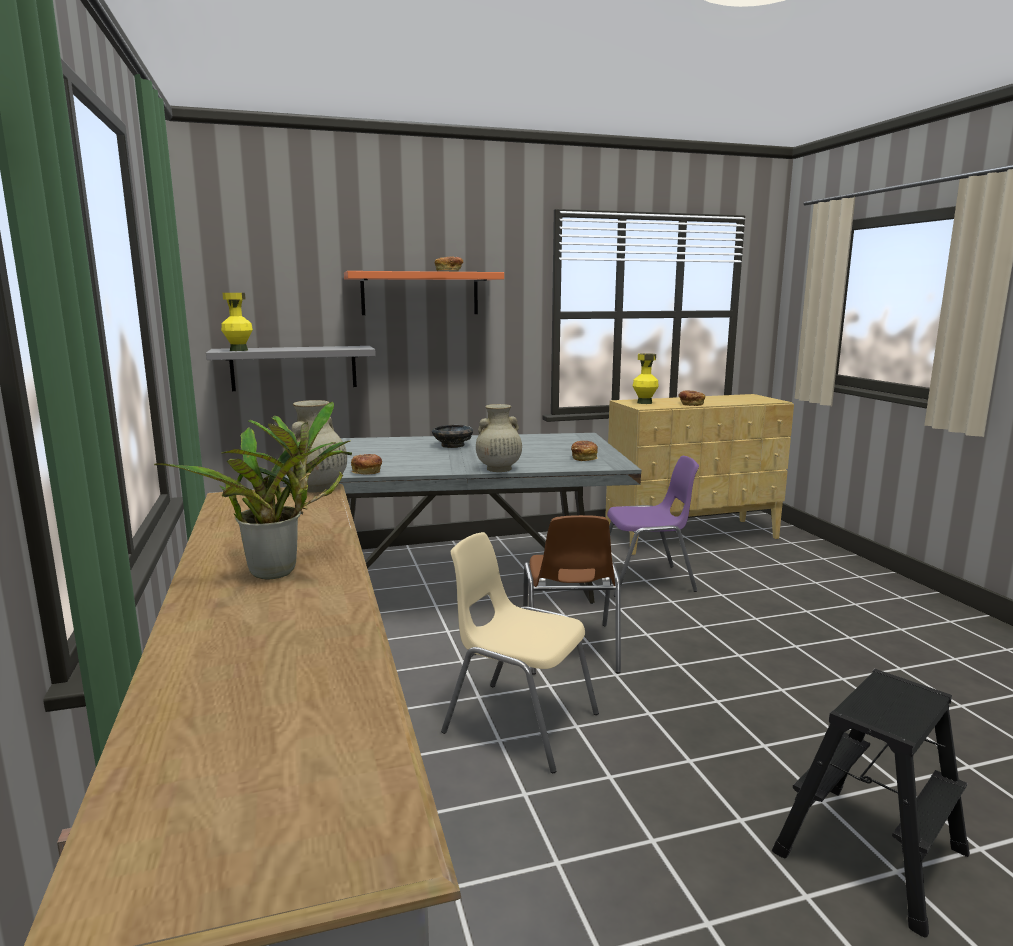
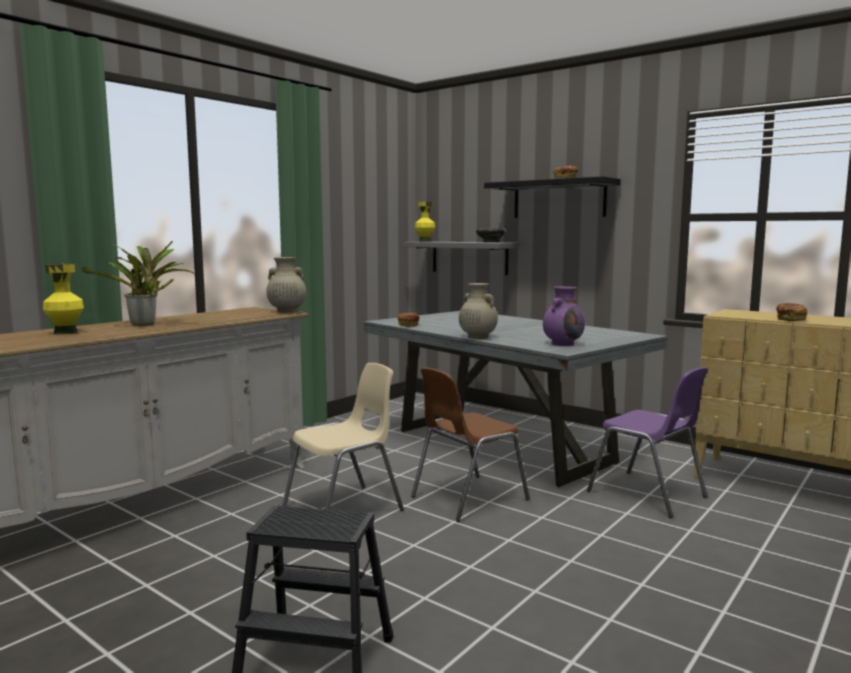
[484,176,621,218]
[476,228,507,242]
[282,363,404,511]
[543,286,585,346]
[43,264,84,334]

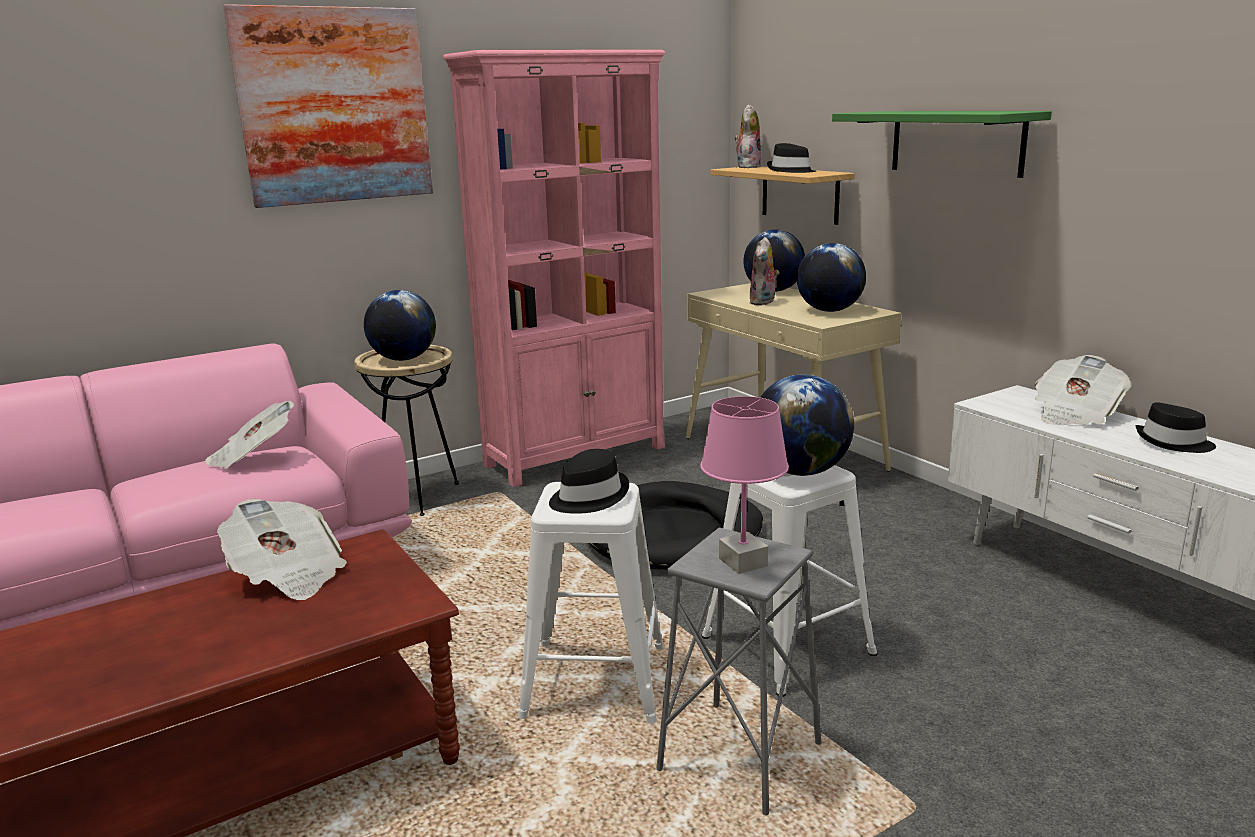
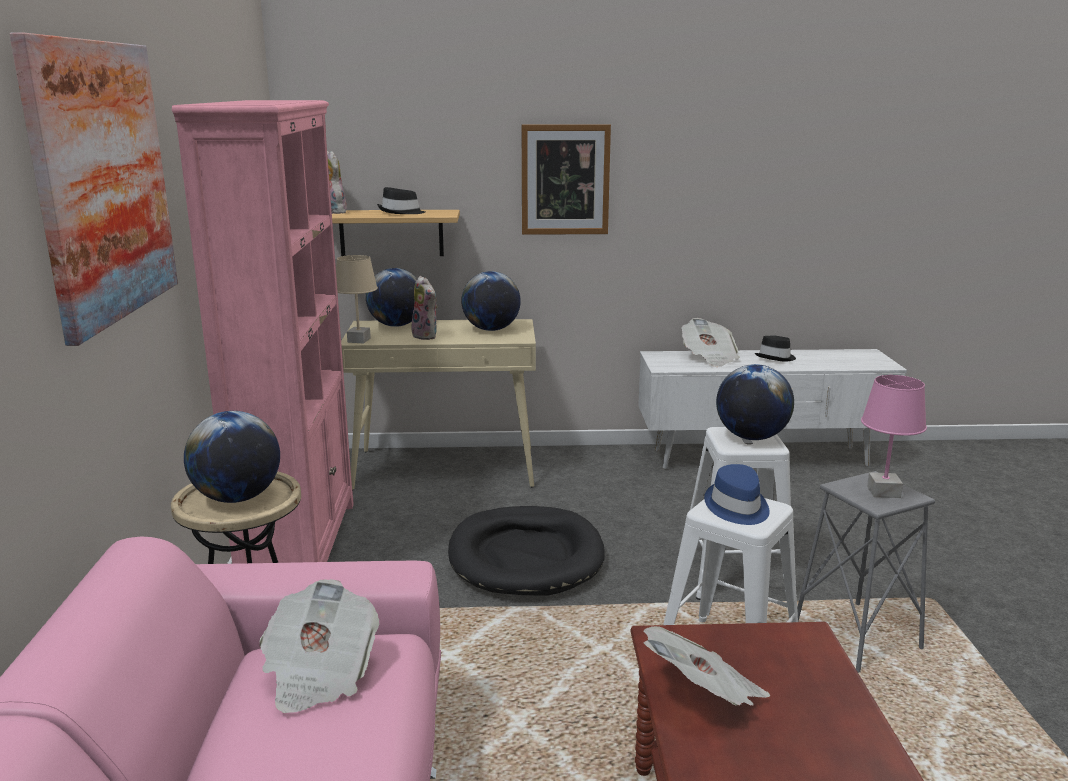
[704,464,770,525]
[522,124,611,235]
[336,255,378,343]

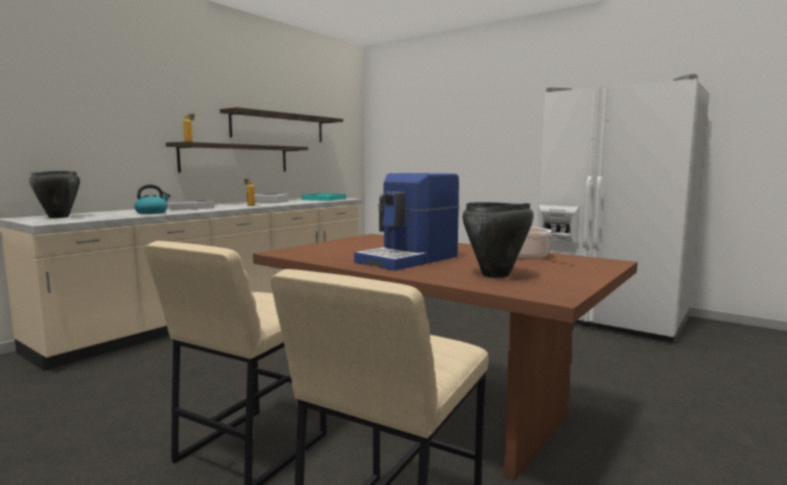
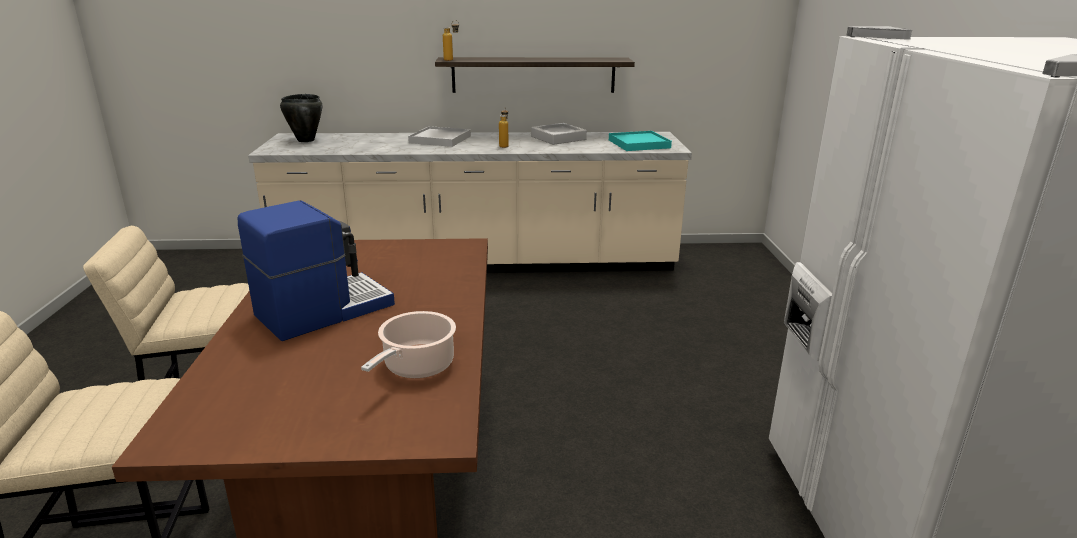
[134,184,171,214] (first image)
[220,107,343,142] (first image)
[238,200,395,341]
[462,202,534,278] (first image)

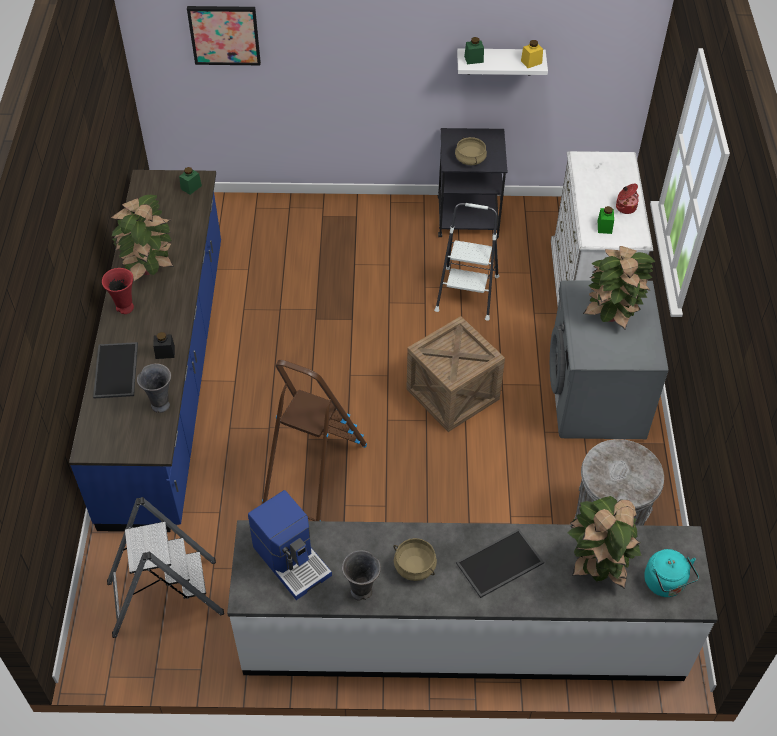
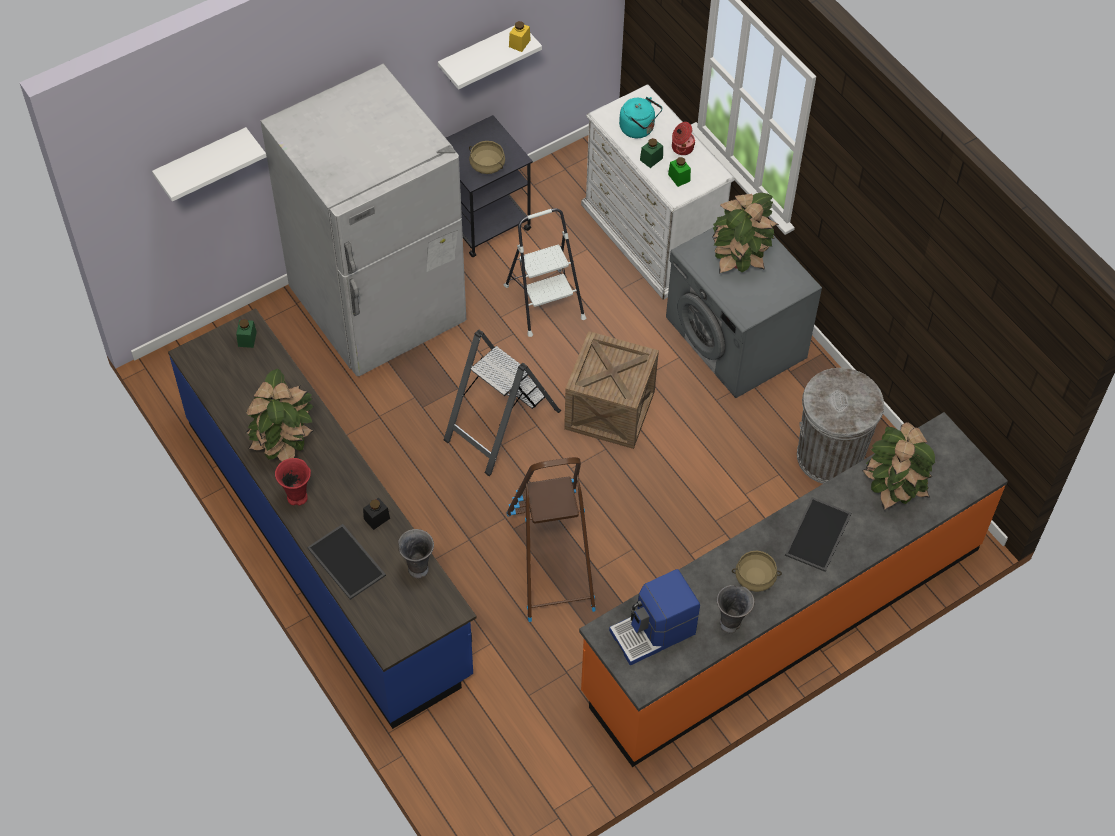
[443,330,561,476]
[152,127,266,202]
[579,412,1008,767]
[609,569,700,666]
[640,138,663,168]
[619,97,662,138]
[261,63,466,376]

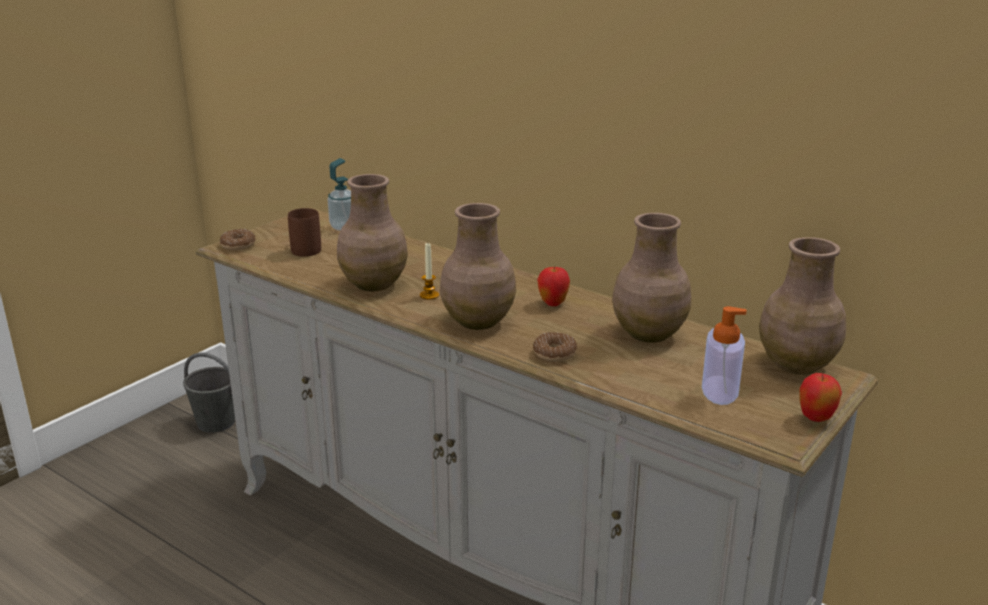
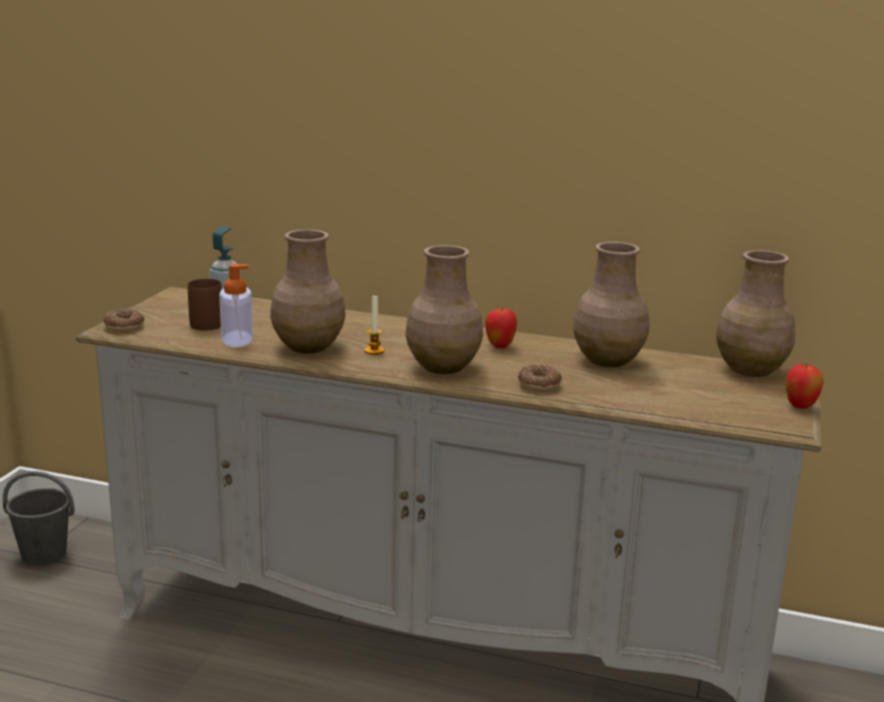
[219,264,253,347]

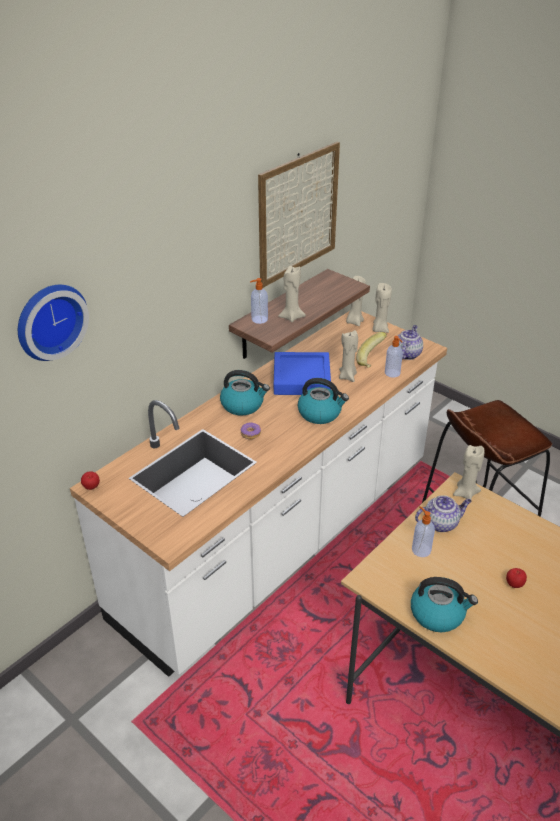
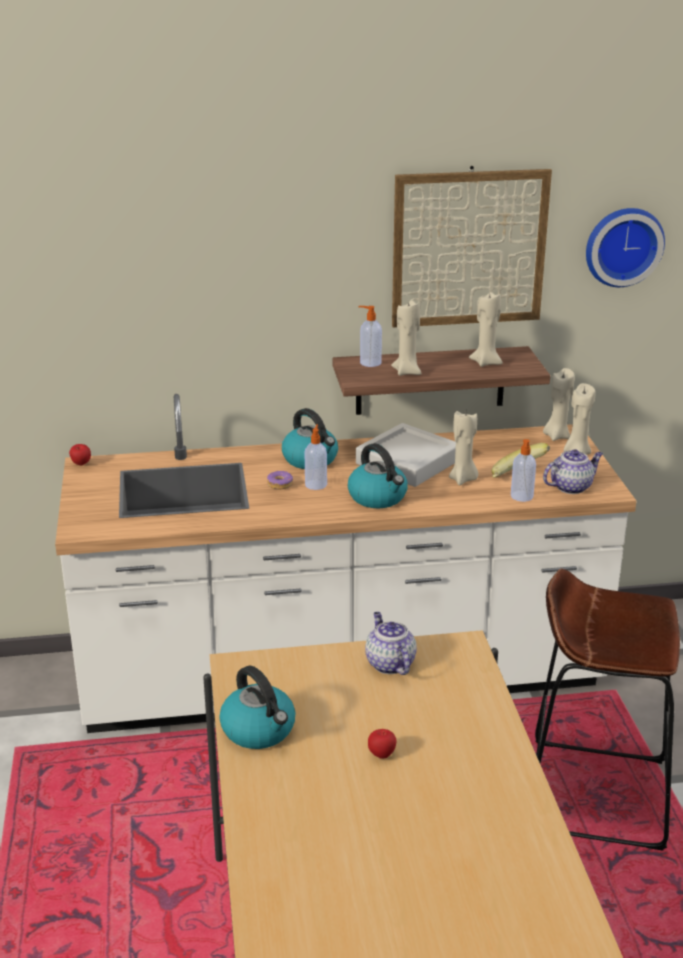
[586,208,665,287]
[356,423,456,487]
[305,424,327,490]
[365,612,417,675]
[469,292,503,367]

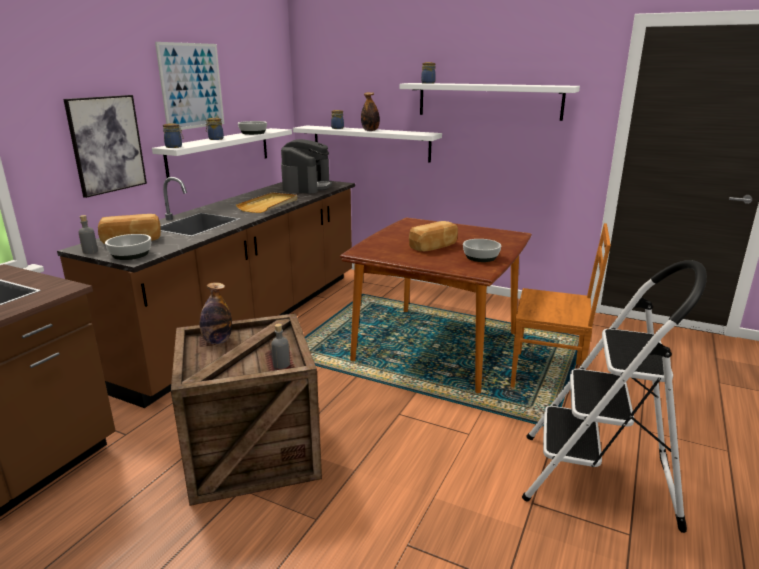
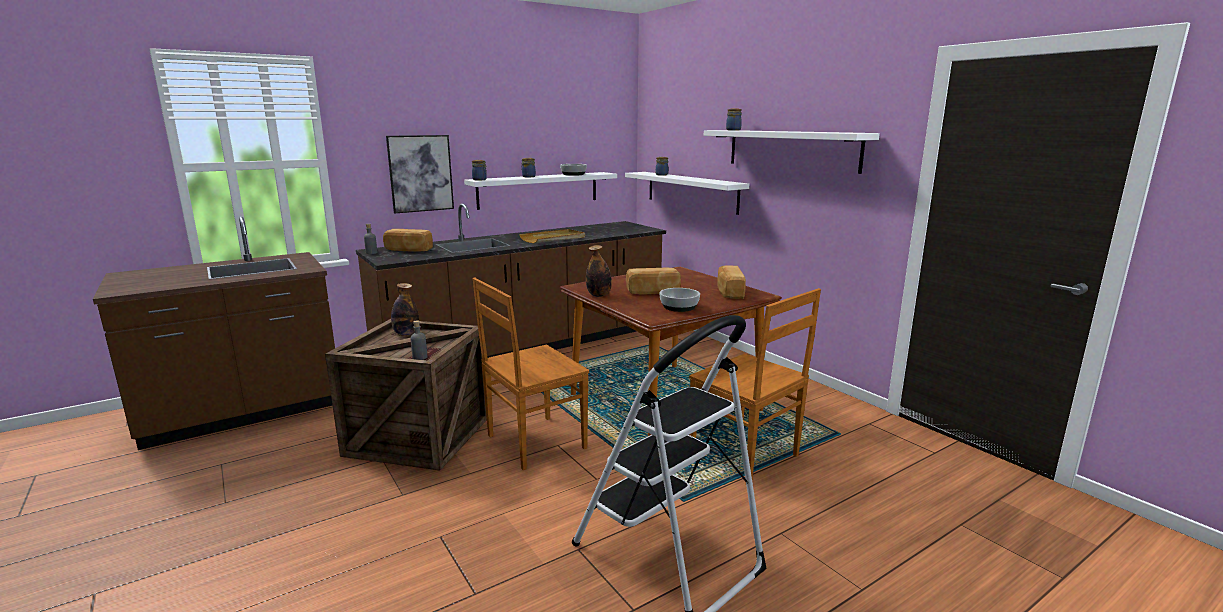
[105,234,151,260] (first image)
[155,42,224,130] (first image)
[281,139,332,193] (first image)
[586,245,612,297]
[472,278,589,470]
[718,265,746,299]

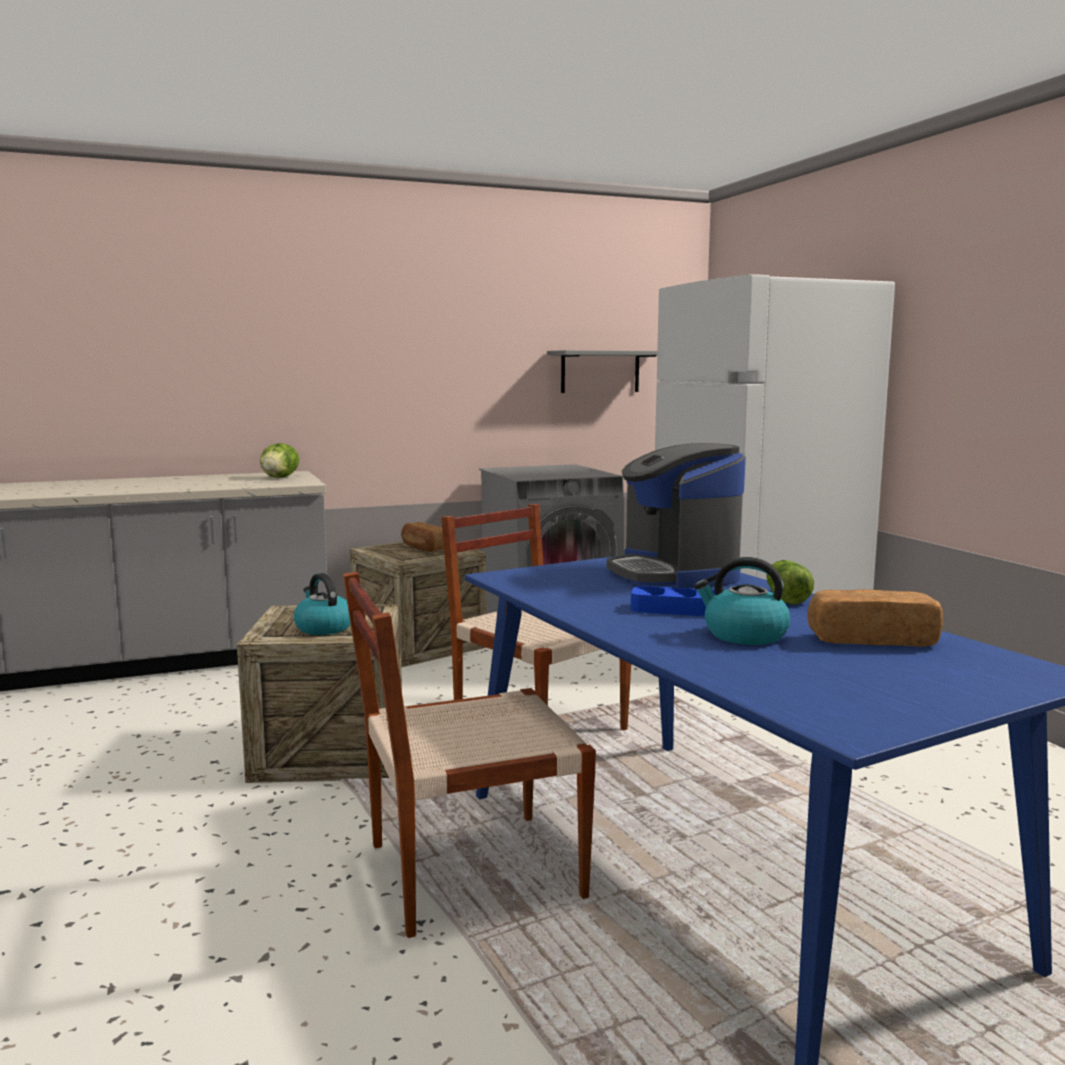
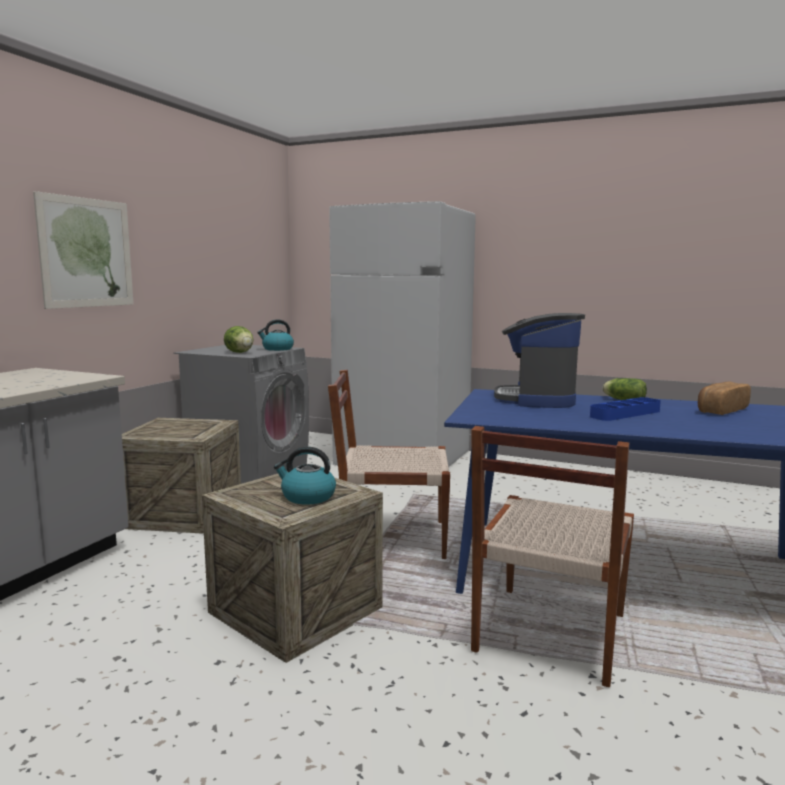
[224,326,254,353]
[401,522,444,552] (first image)
[547,350,657,393] (first image)
[494,313,585,408]
[257,319,294,351]
[33,191,134,309]

